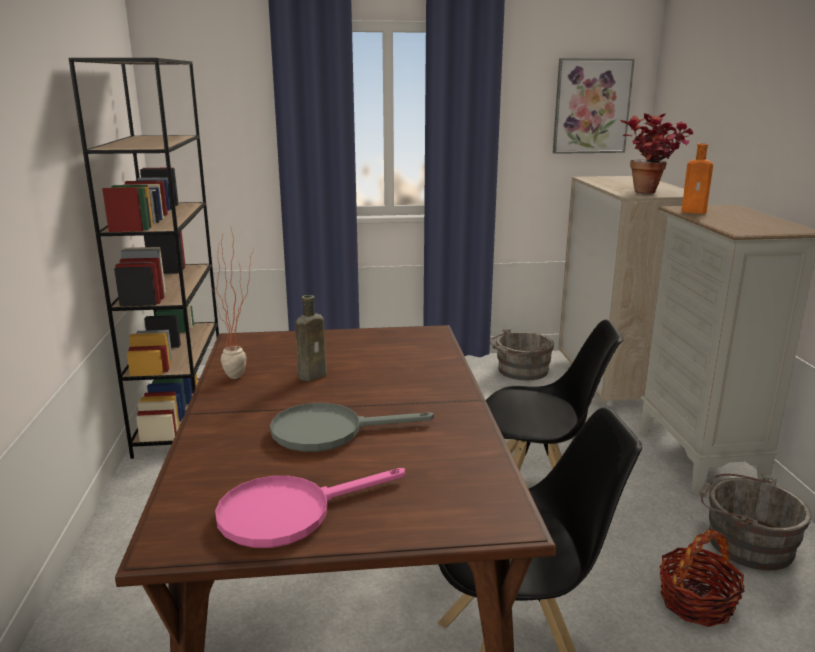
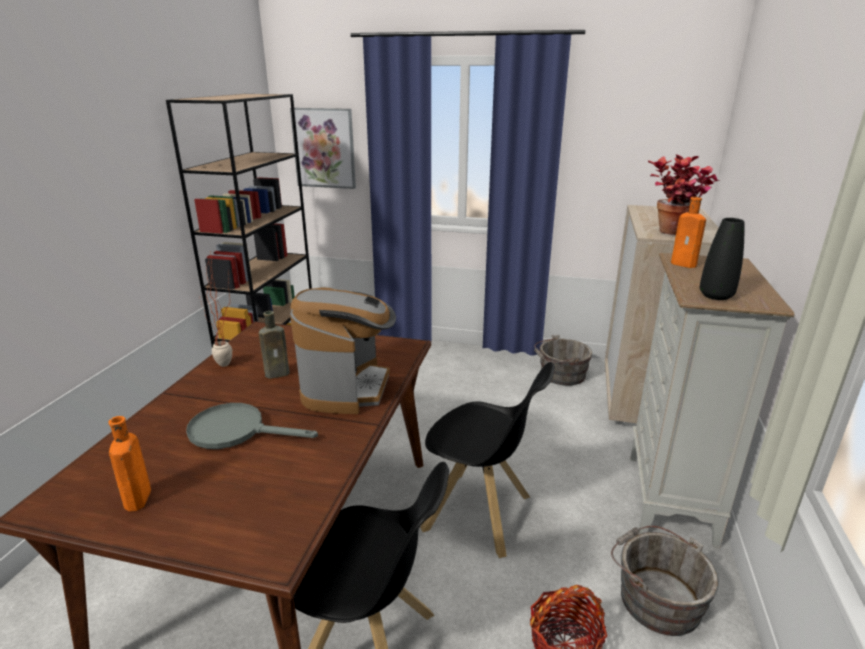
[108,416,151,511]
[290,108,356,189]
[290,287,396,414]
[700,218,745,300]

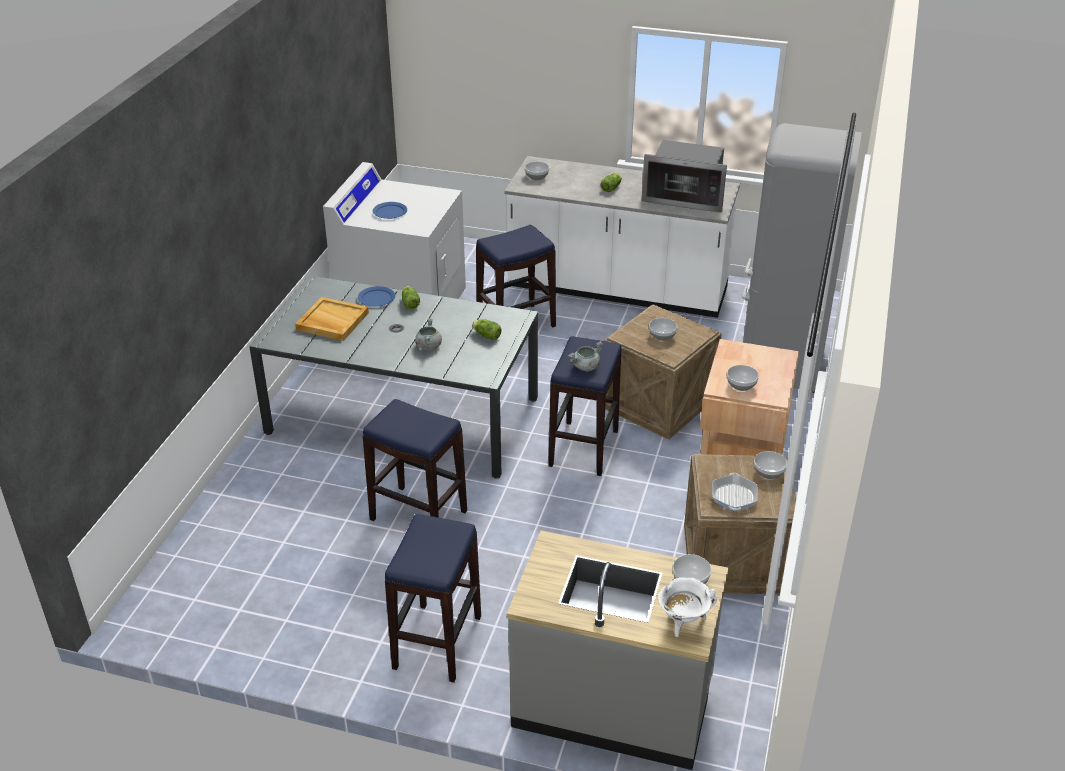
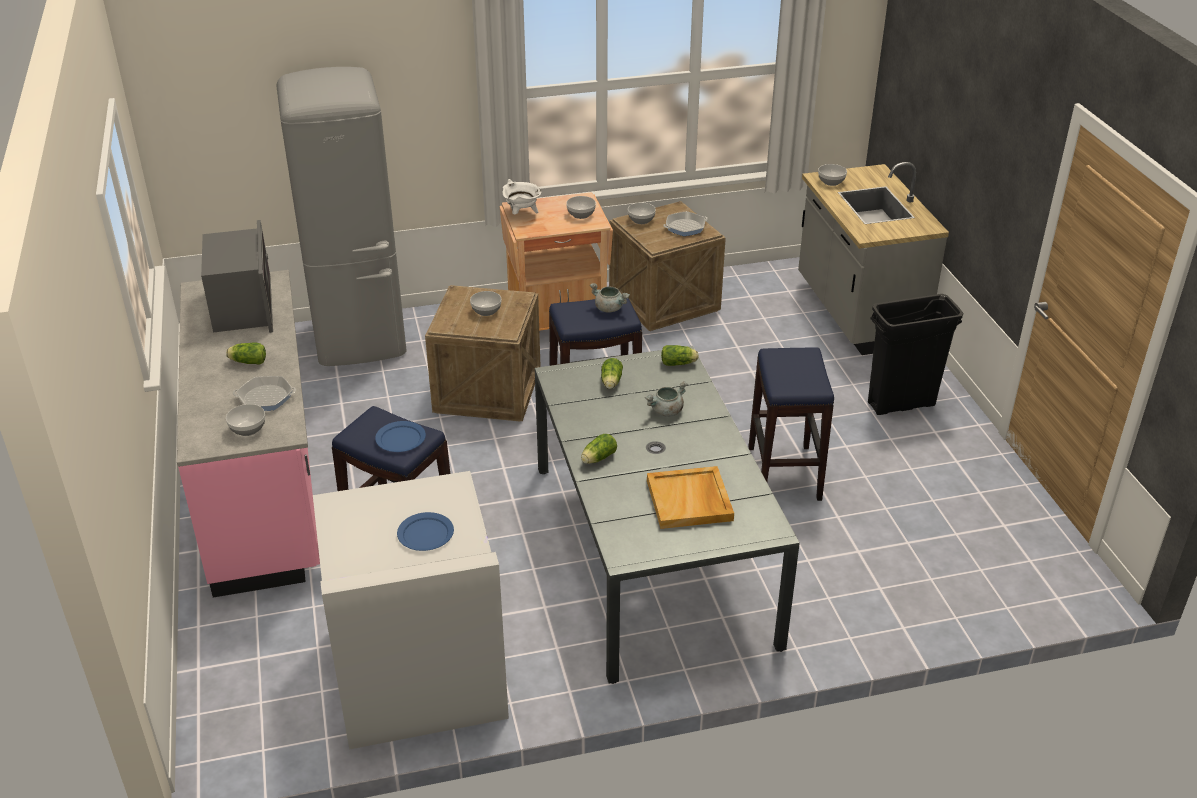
[375,421,426,452]
[868,294,963,415]
[177,270,320,598]
[503,179,542,214]
[233,376,296,411]
[661,345,699,366]

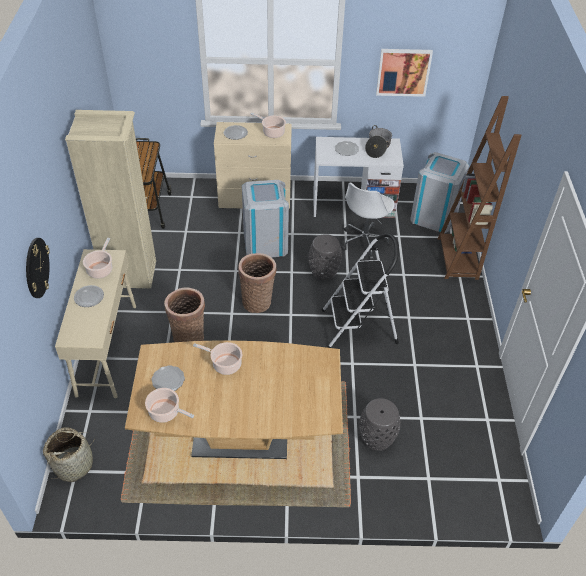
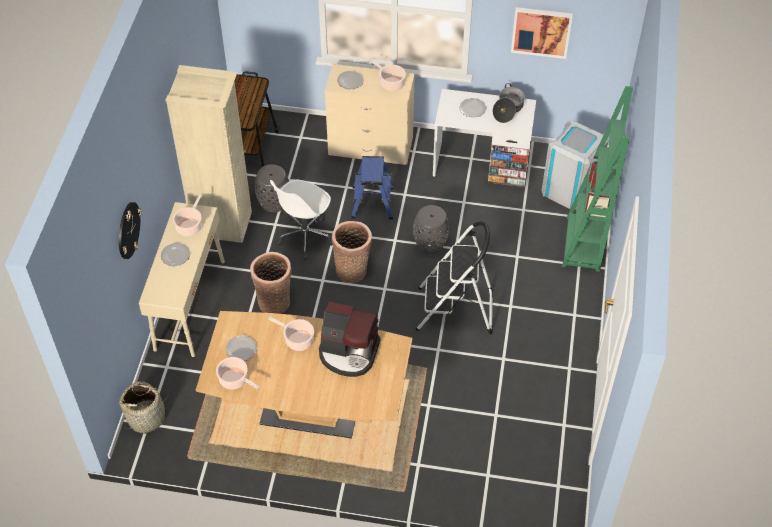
[351,156,395,220]
[270,180,333,260]
[255,164,289,212]
[561,86,633,272]
[319,302,380,377]

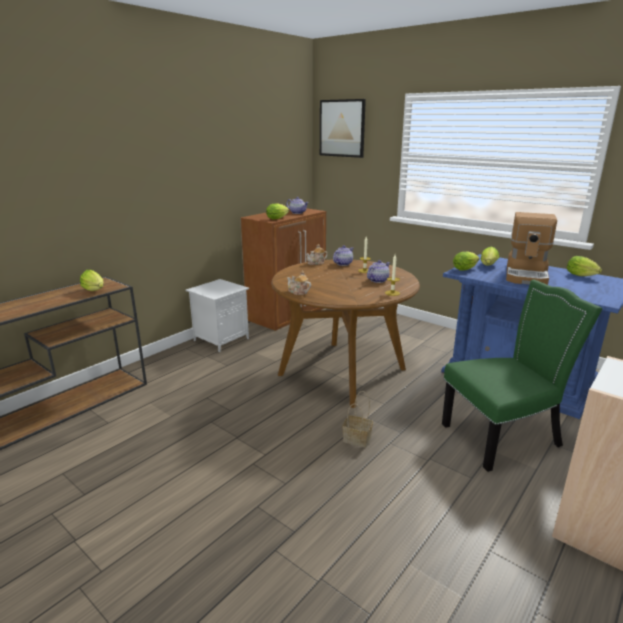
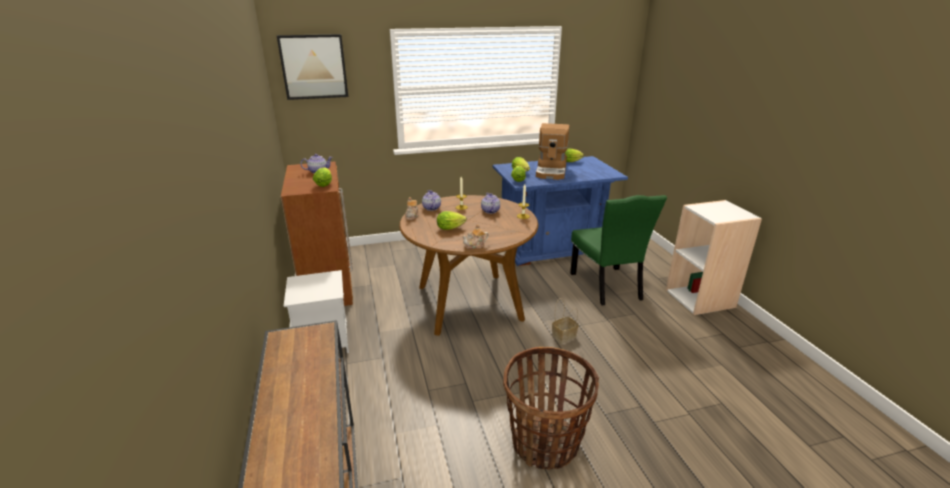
[437,211,467,230]
[570,195,667,306]
[536,123,570,180]
[503,347,599,469]

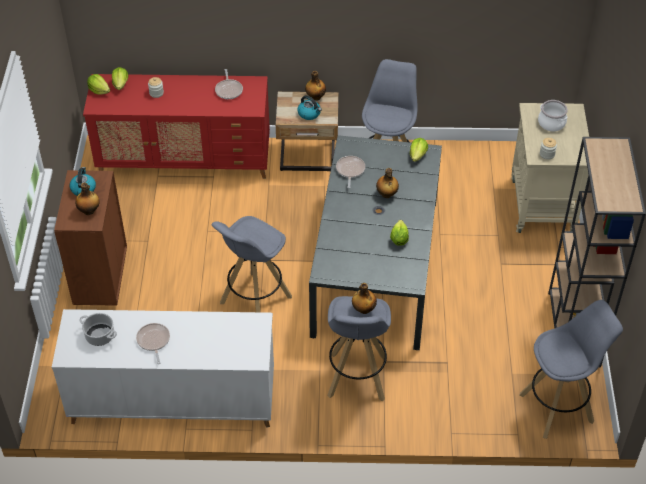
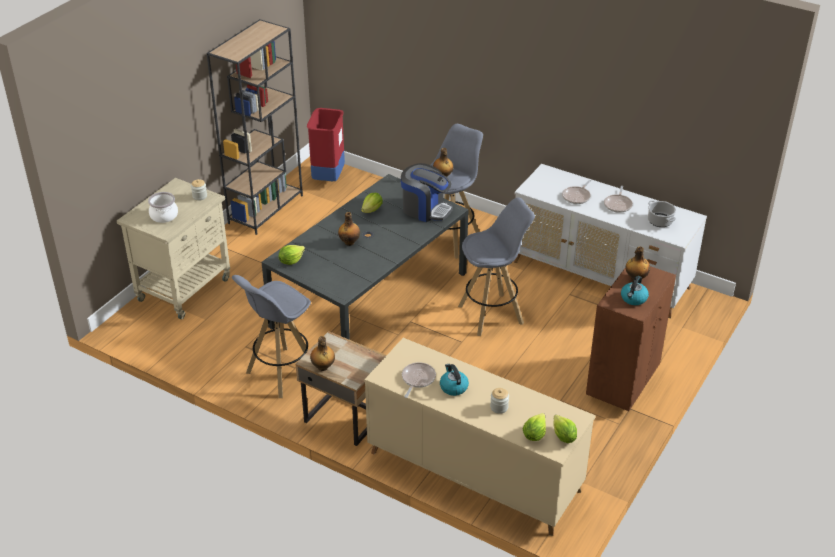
[364,338,596,536]
[440,364,469,396]
[562,180,591,204]
[307,108,345,181]
[401,163,453,222]

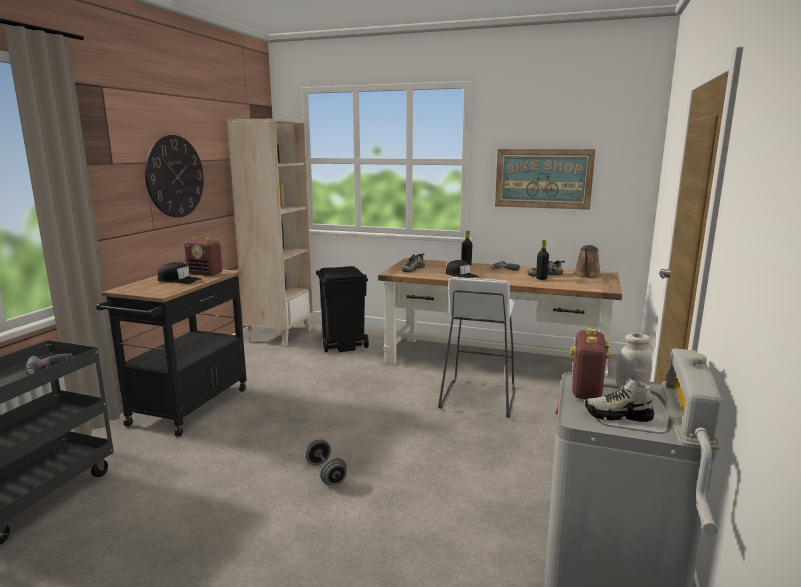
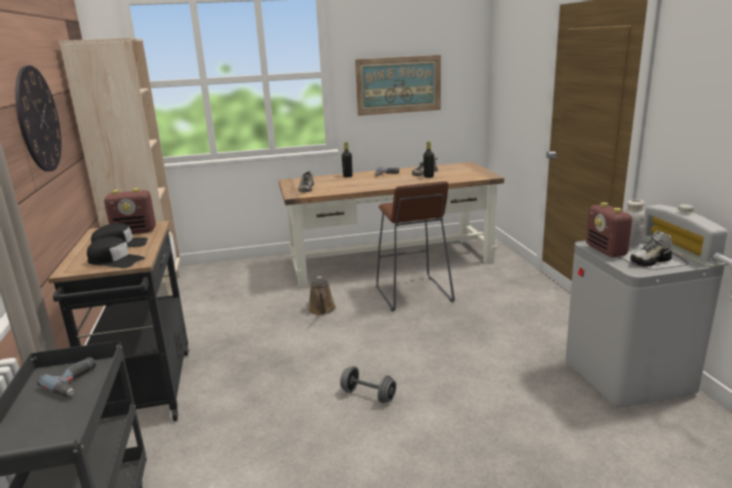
[316,266,369,352] (first image)
[376,181,455,311]
[87,237,145,268]
[308,276,336,315]

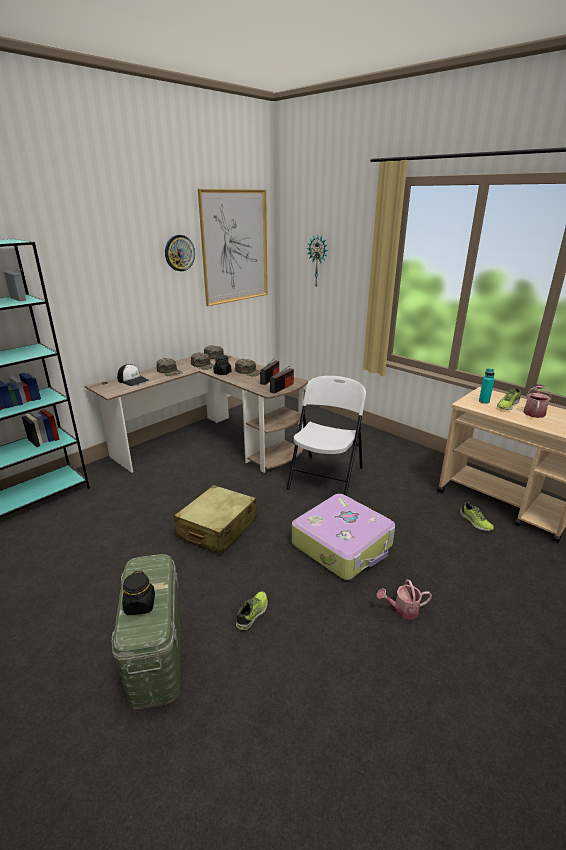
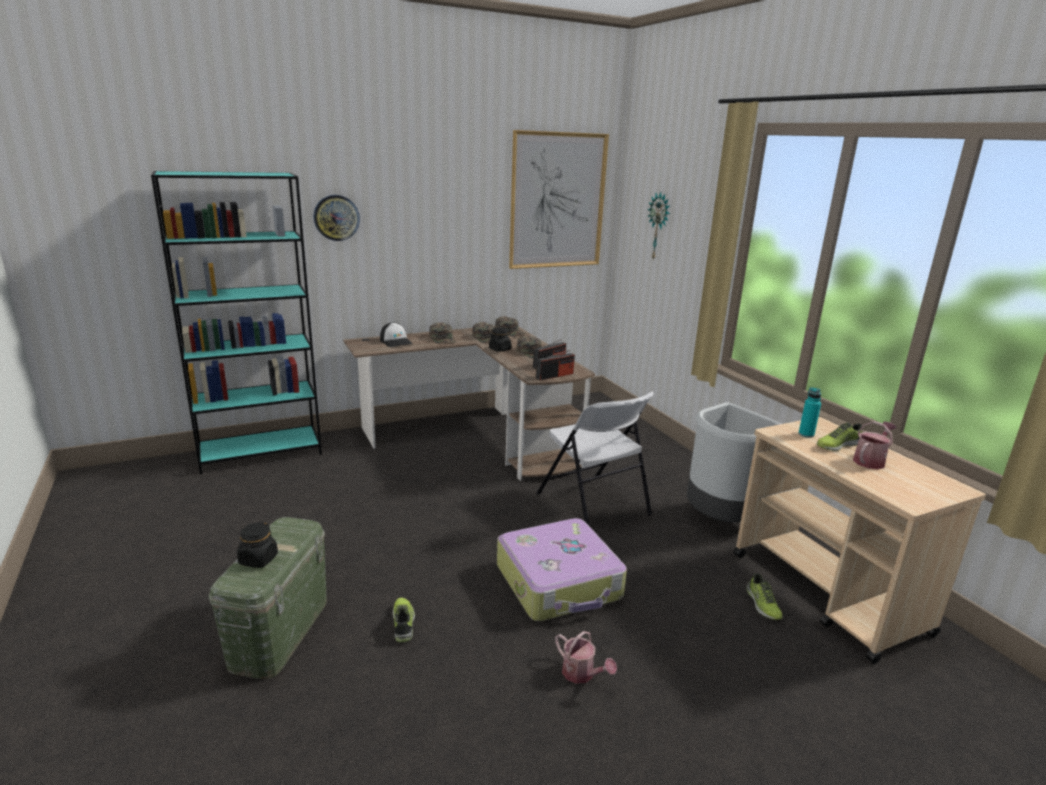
[314,195,360,241]
[174,485,257,554] (first image)
[393,598,415,643]
[536,391,654,526]
[555,631,617,684]
[687,402,782,523]

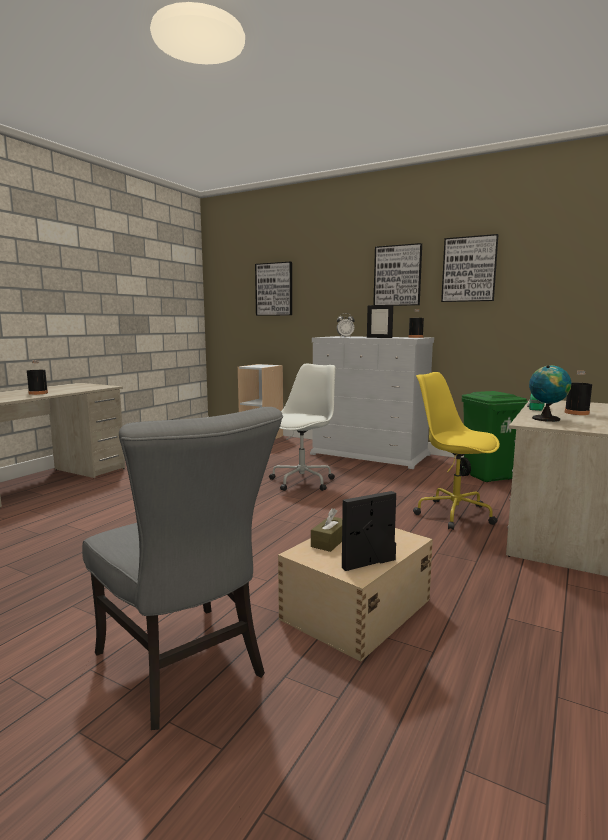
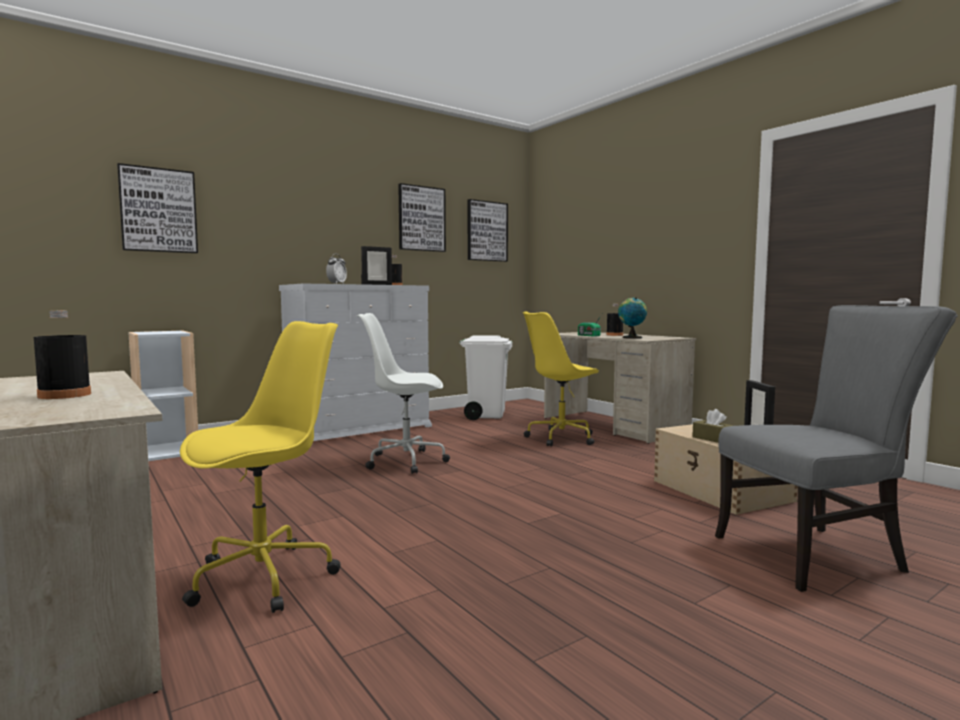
[357,313,450,474]
[468,199,508,262]
[459,336,512,420]
[180,321,341,613]

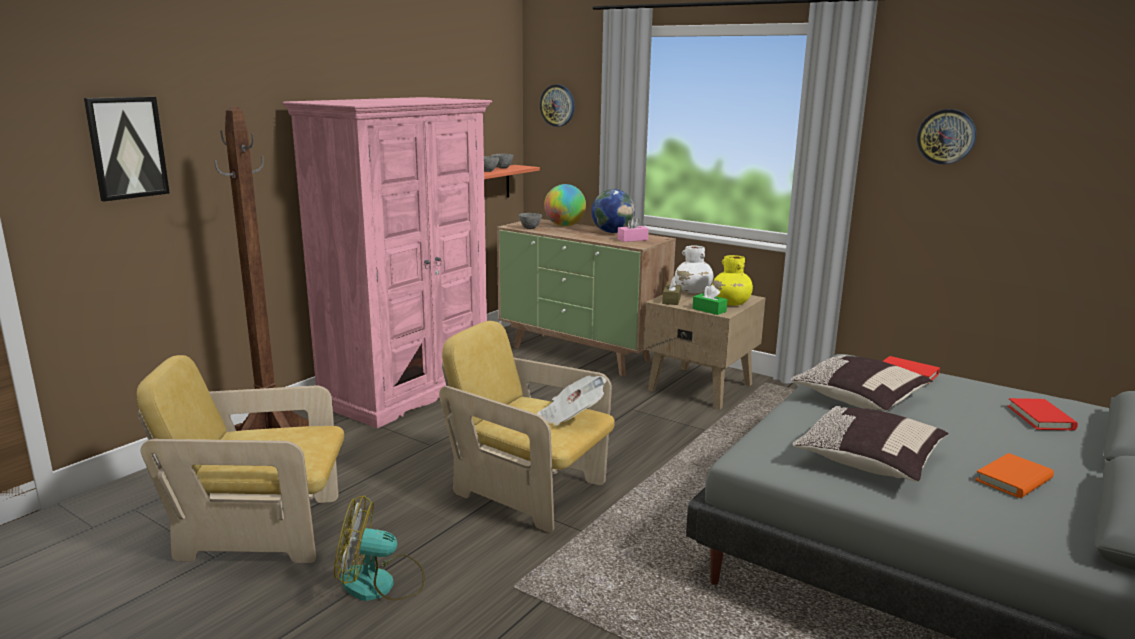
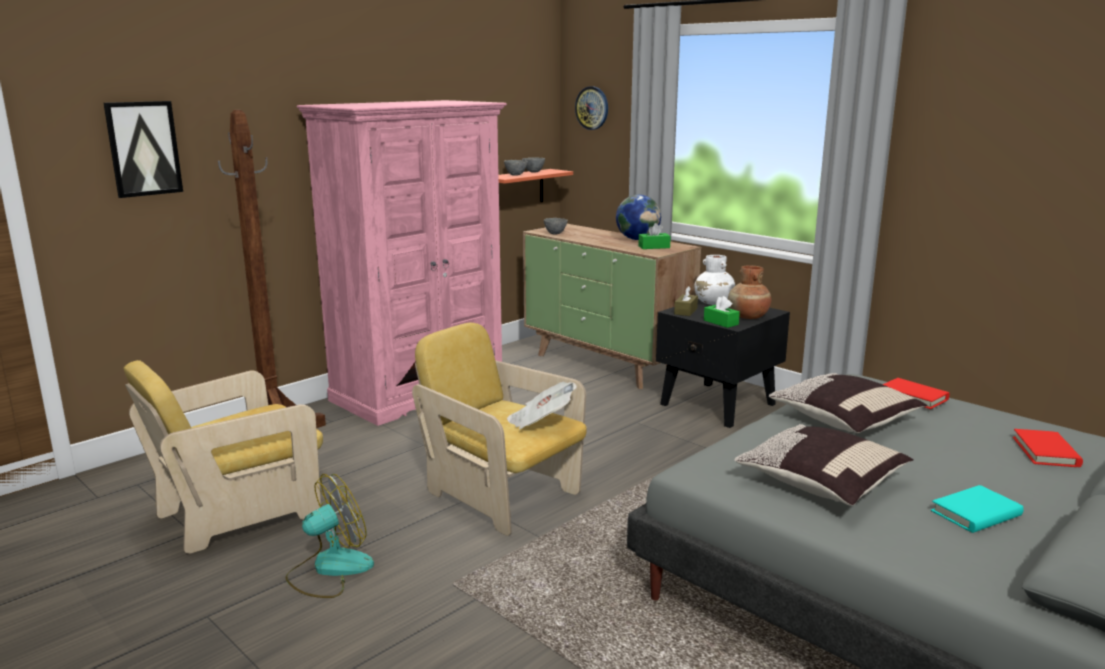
[124,360,323,554]
[285,474,374,598]
[544,184,586,226] (first image)
[638,223,671,249]
[656,299,790,428]
[728,266,771,319]
[917,109,976,165] (first image)
[931,485,1024,533]

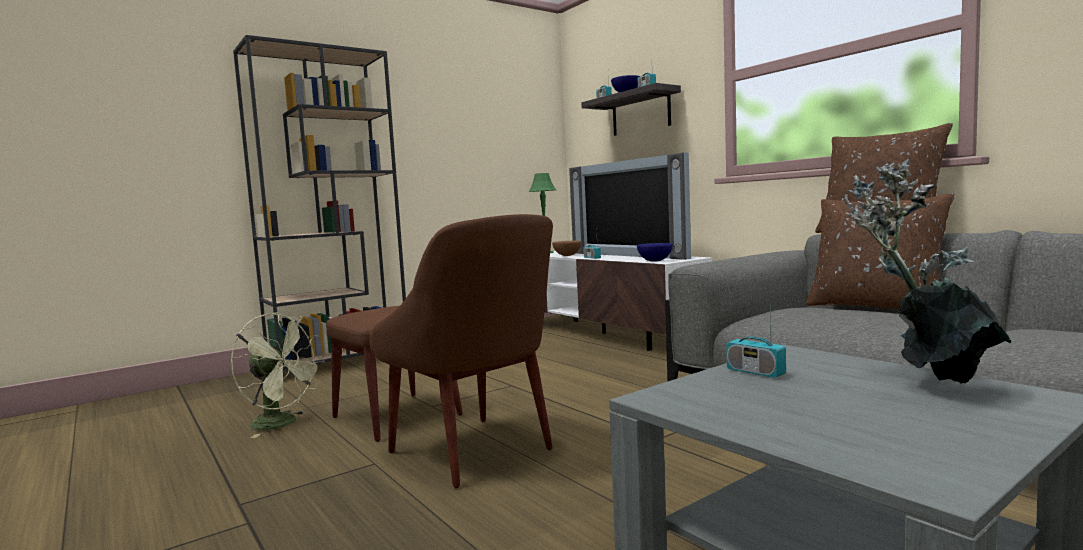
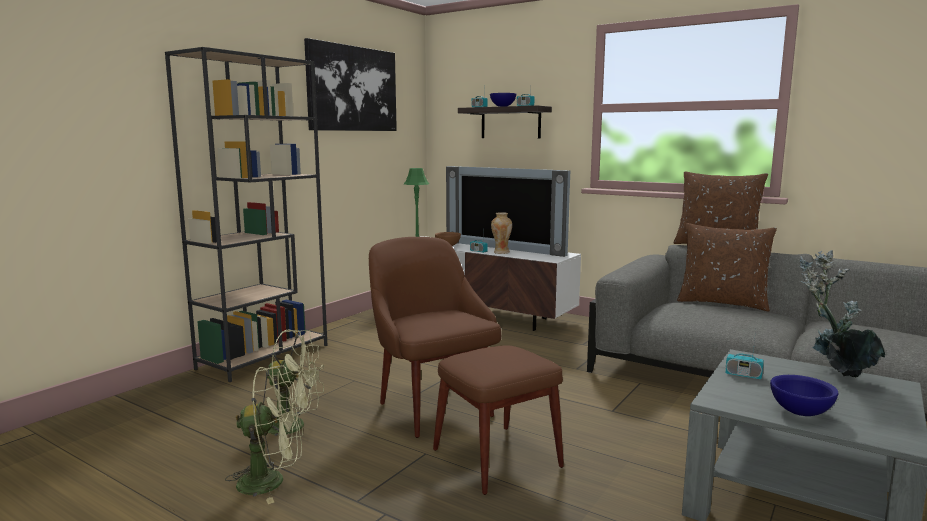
[369,237,564,495]
[770,375,838,416]
[225,365,303,504]
[304,38,397,131]
[491,212,512,254]

